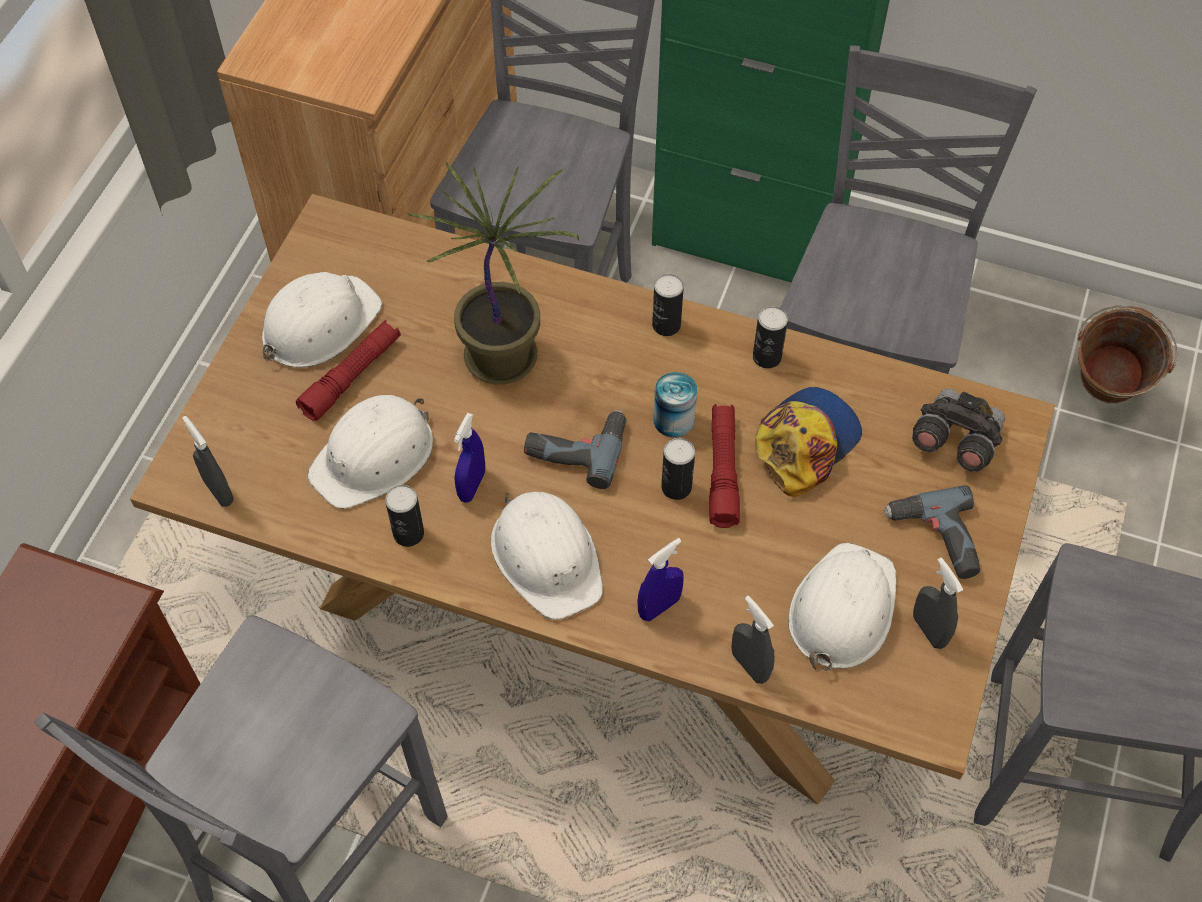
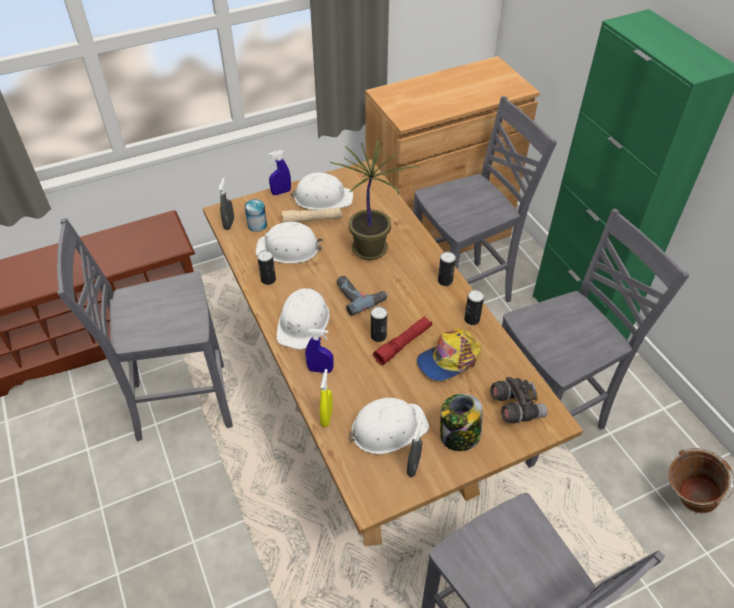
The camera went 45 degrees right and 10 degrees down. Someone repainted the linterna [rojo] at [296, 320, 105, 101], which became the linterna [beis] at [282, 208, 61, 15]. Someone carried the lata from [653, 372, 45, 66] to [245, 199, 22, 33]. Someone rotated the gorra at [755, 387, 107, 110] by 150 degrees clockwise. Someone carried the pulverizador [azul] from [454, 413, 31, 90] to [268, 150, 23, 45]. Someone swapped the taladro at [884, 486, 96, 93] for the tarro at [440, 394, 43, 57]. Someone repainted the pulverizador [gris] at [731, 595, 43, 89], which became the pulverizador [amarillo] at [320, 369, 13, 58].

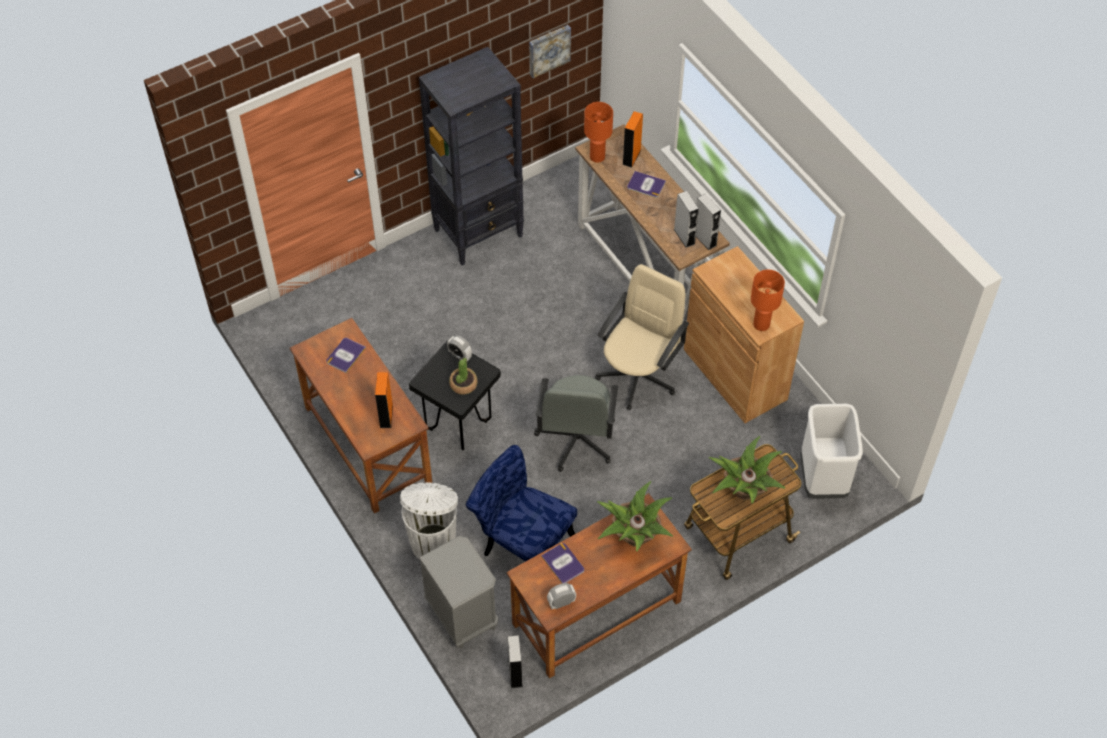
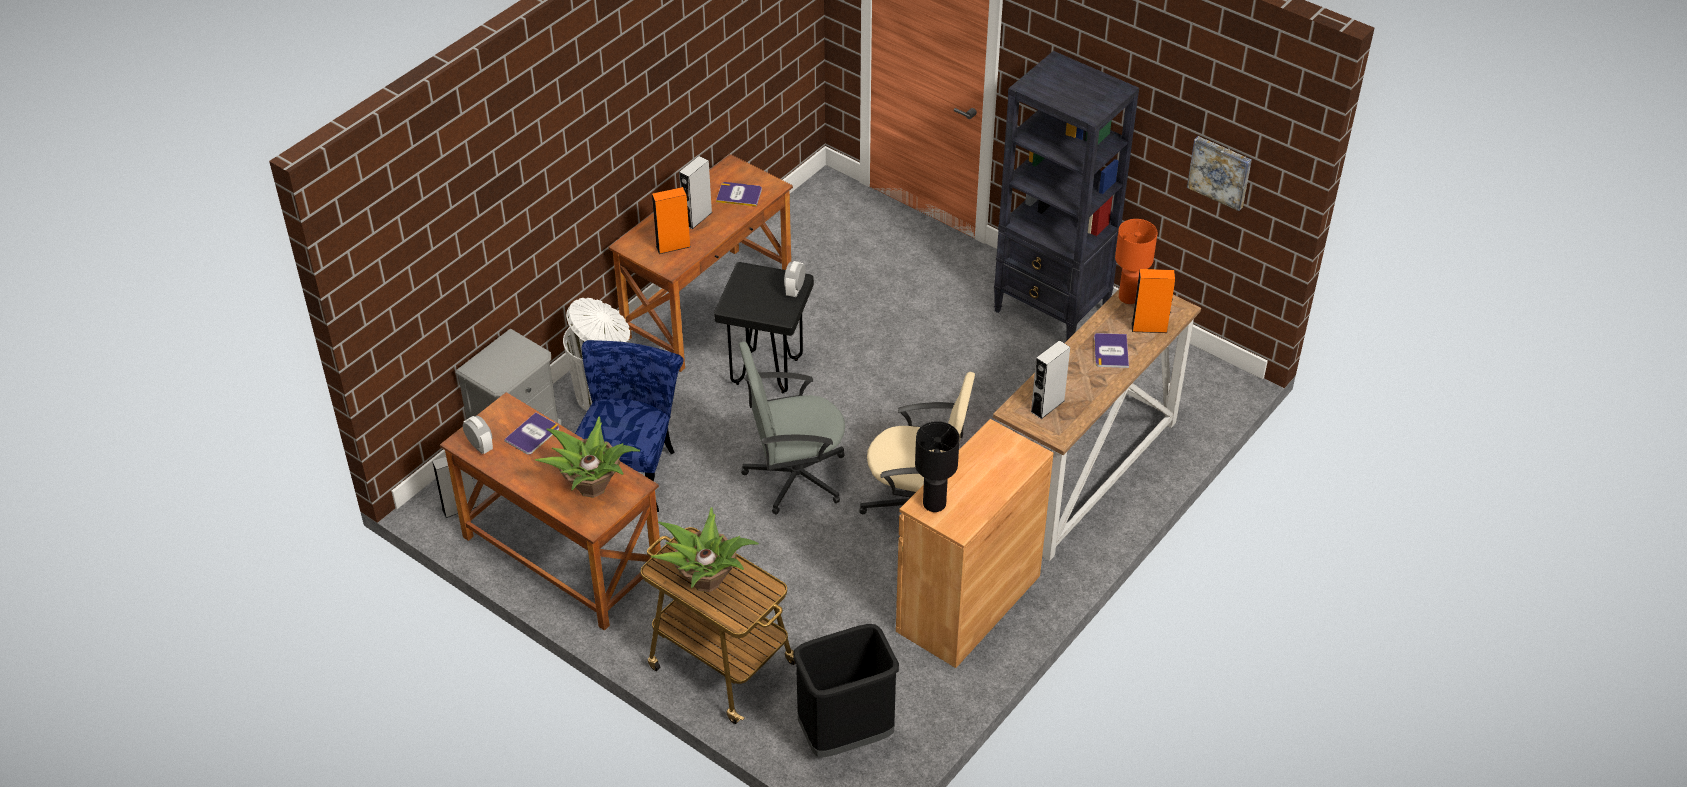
The camera went 70 degrees right and 10 degrees down. Someone carried the altavoz [gris] from [696, 194, 25, 56] to [679, 156, 33, 73]. Someone repainted the lámpara de mesa [naranja] at [751, 270, 34, 61], which became the lámpara de mesa [negro] at [915, 421, 45, 91]. Someone took away the planta en maceta at [449, 358, 29, 37]. Someone repainted the papelera [blanco] at [801, 404, 62, 95], which became the papelera [negro] at [793, 624, 106, 133].

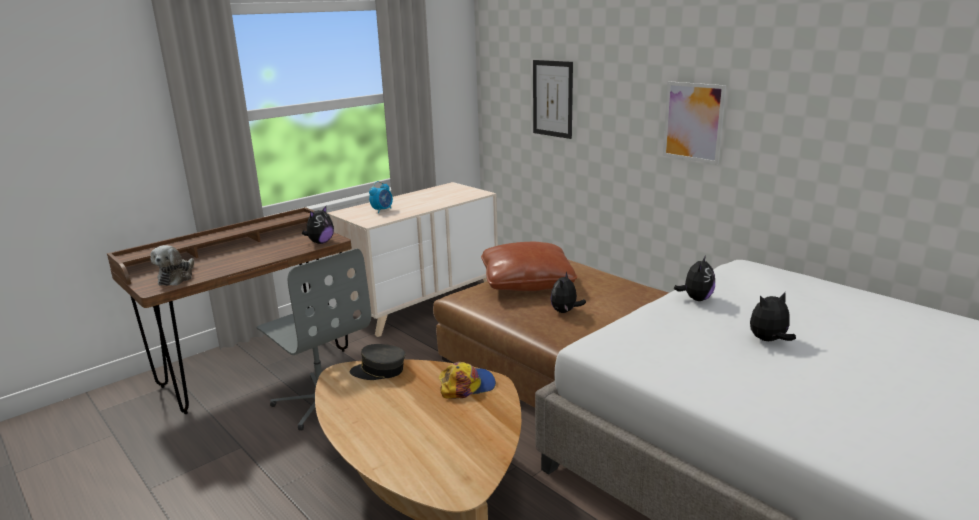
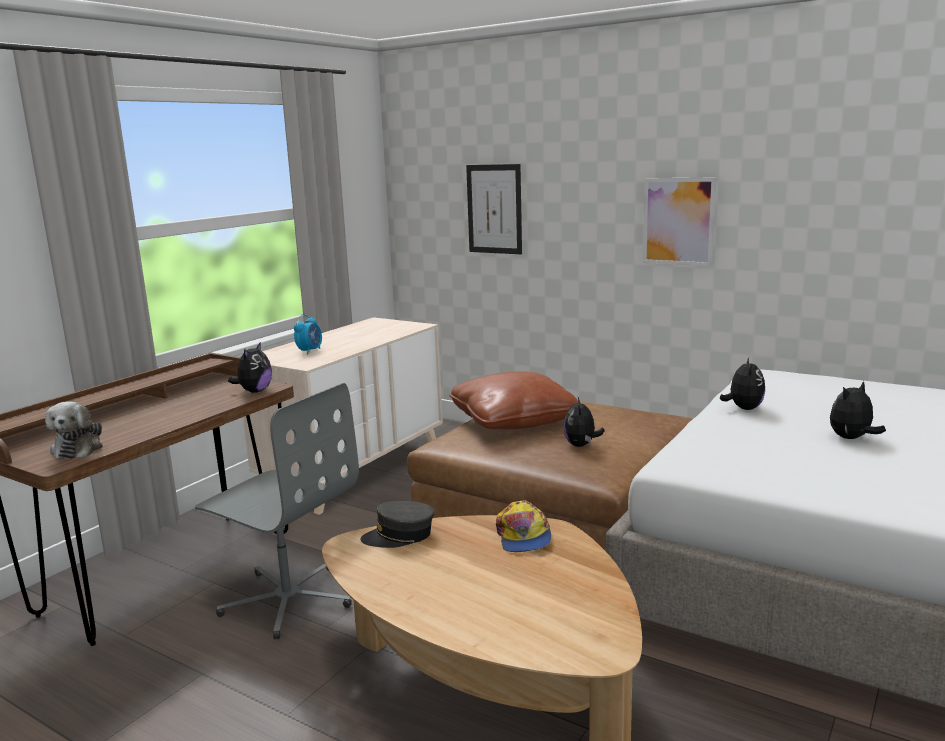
The camera went 15 degrees left and 5 degrees down. Someone rotated the gorra at [439, 362, 57, 37] by 120 degrees clockwise.

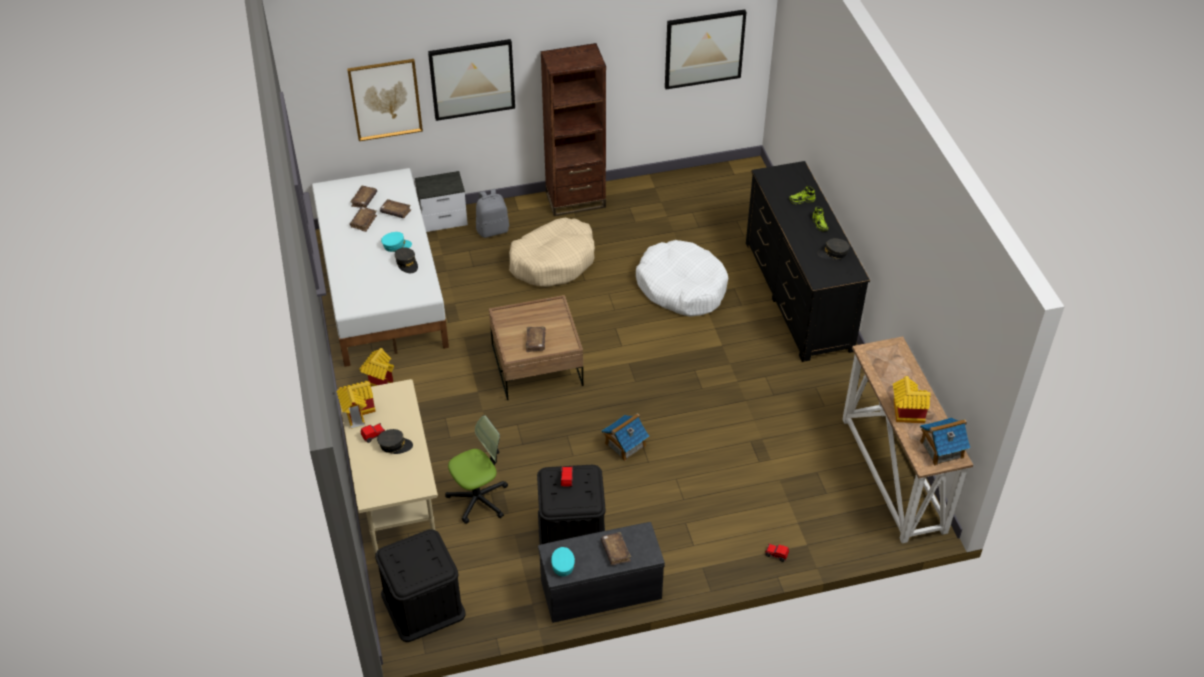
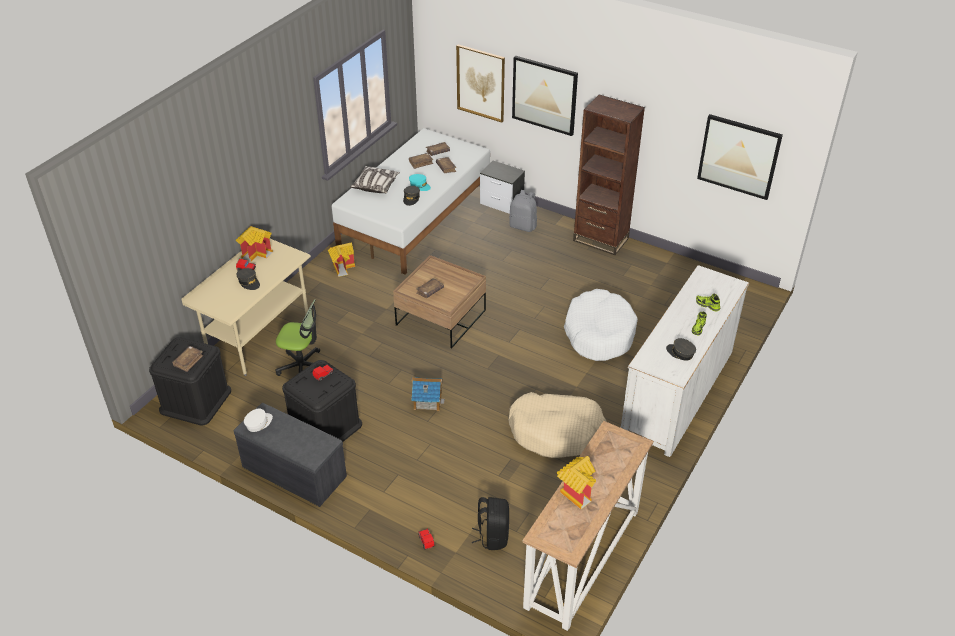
The camera went 45 degrees right and 5 degrees down. Someone repainted the cómoda [negro] at [746, 161, 124, 201], which became the cómoda [blanco] at [621, 265, 128, 192]. Someone carried the cama para perro [beis] from [509, 217, 86, 70] to [508, 392, 99, 66]. Someone took away the casita at [920, 417, 50, 49]. Someone carried the libro [marrón] from [601, 532, 30, 33] to [172, 346, 31, 26]. Someone repainted the gorra [turquesa] at [551, 547, 24, 29], which became the gorra [blanco] at [244, 409, 29, 23]. Someone put down the cojín at [350, 166, 50, 27]. Someone put down the mochila [negro] at [472, 497, 37, 53].

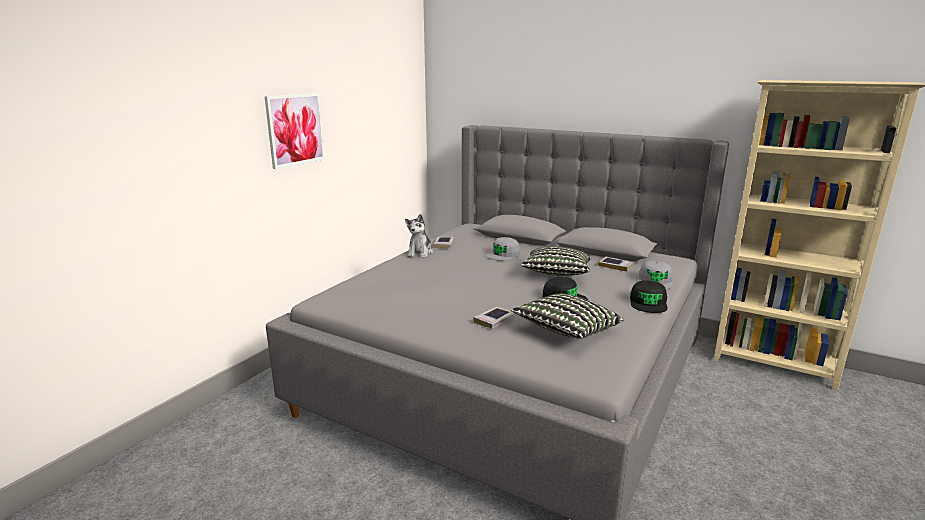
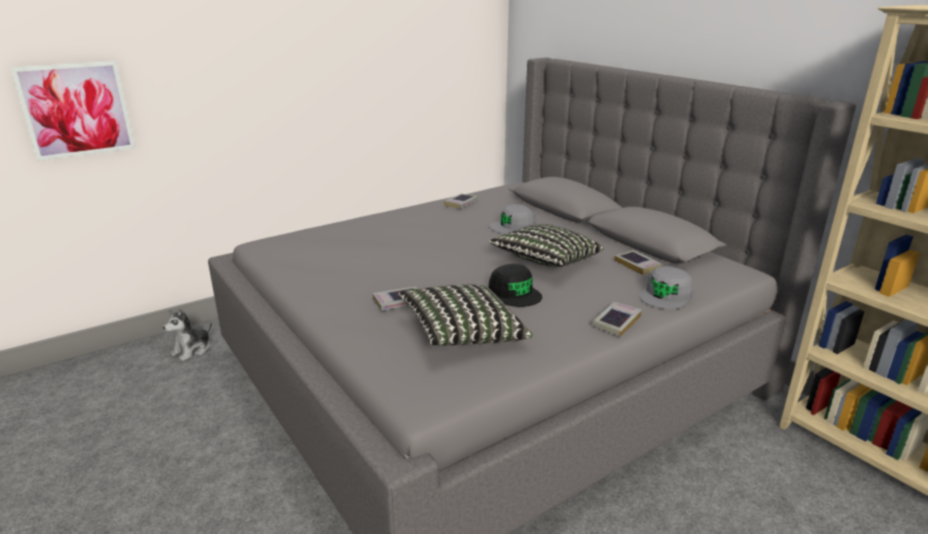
The camera went 25 degrees right and 5 degrees up. Someone carried the cuadro from [264, 93, 61, 76] to [11, 61, 124, 100]. Someone carried the peluche from [405, 214, 28, 44] to [163, 308, 49, 53]. Someone swapped the gorra [negro] at [630, 281, 37, 32] for the libro at [592, 302, 50, 35].

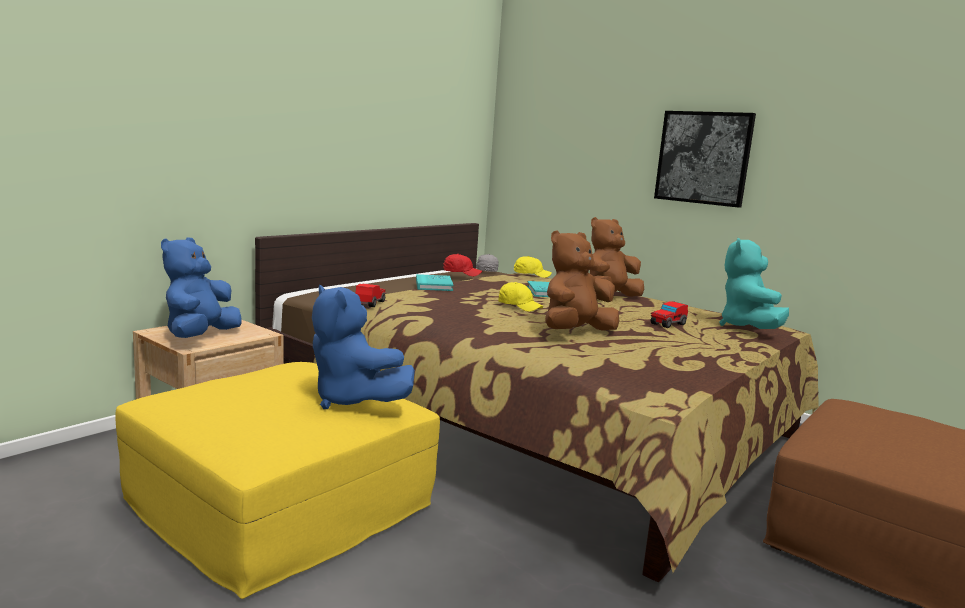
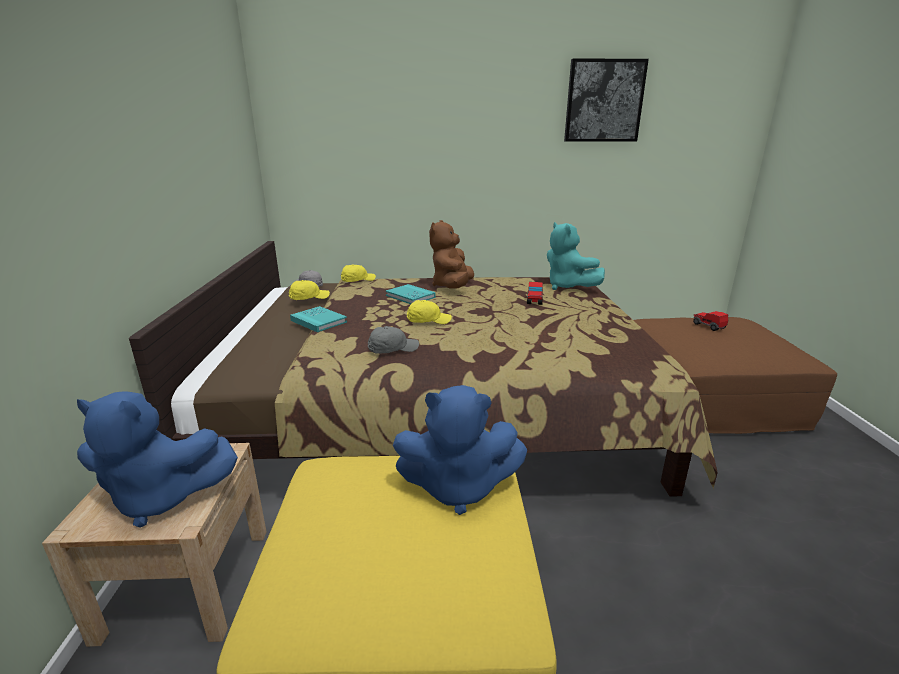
The camera went 40 degrees left and 10 degrees up. Someone carried the cuadro from [654, 111, 102, 97] to [564, 58, 85, 84]. Someone took away the peluche [marrón] at [545, 230, 74, 101]. Someone rotated the peluche [azul] at [161, 237, 81, 101] by 60 degrees counterclockwise. Someone repainted the gorra [rojo] at [443, 254, 39, 22], which became the gorra [amarillo] at [289, 280, 41, 20]. Someone carried the coche de juguete from [355, 284, 31, 23] to [693, 311, 35, 20]. Someone put down the gorra [gris] at [368, 326, 51, 28].

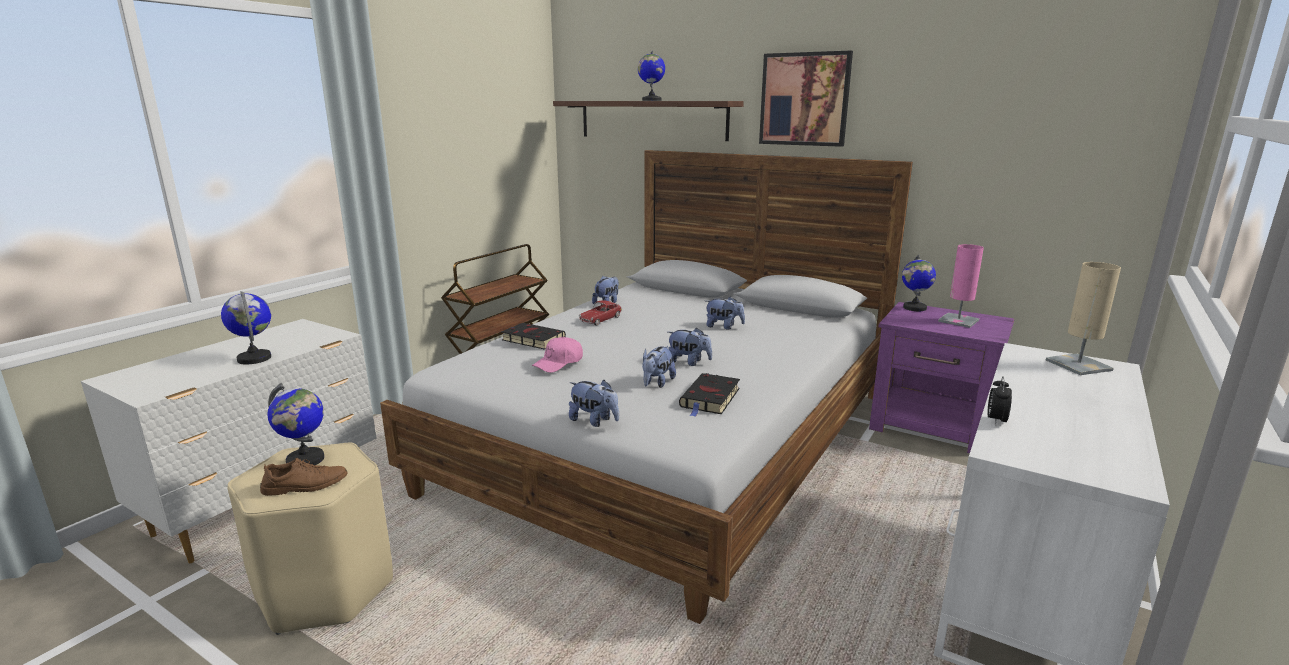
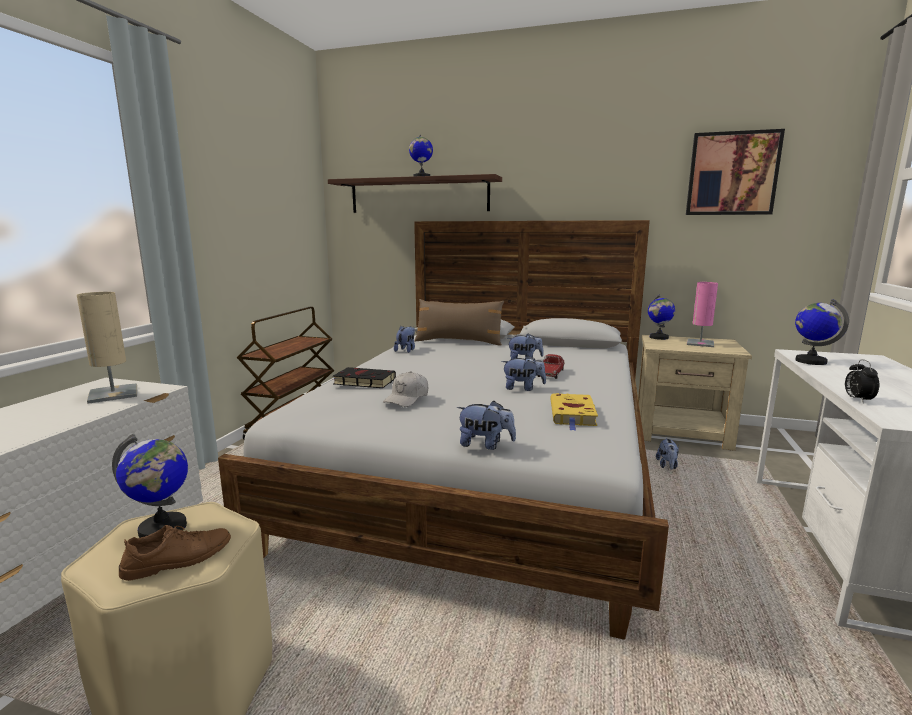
The camera went 15 degrees left and 5 degrees down. Someone carried the cuadro from [759, 51, 94, 96] to [686, 129, 99, 86]. Someone carried the lámpara de mesa [beis] from [1046, 262, 75, 113] to [77, 292, 60, 112]. Someone carried the globo terráqueo from [221, 291, 50, 74] to [795, 299, 54, 66]. Someone carried the coche de juguete from [579, 300, 43, 26] to [537, 354, 28, 25]. Someone repainted the mesita de noche [morado] at [869, 302, 145, 151], which became the mesita de noche [beis] at [638, 335, 114, 116]. Someone repainted the gorra [rosa] at [532, 337, 51, 36], which became the gorra [blanco] at [383, 371, 45, 36]. Someone carried the peluche from [642, 346, 34, 42] to [656, 438, 23, 32]. Someone repainted the libro [negro] at [679, 373, 61, 44], which became the libro [amarillo] at [550, 393, 48, 38]. Someone put down the cojín [marrón] at [414, 299, 90, 47].

